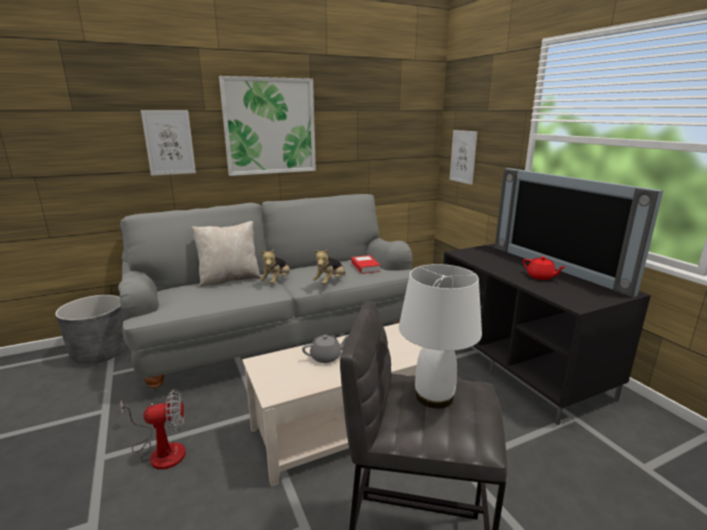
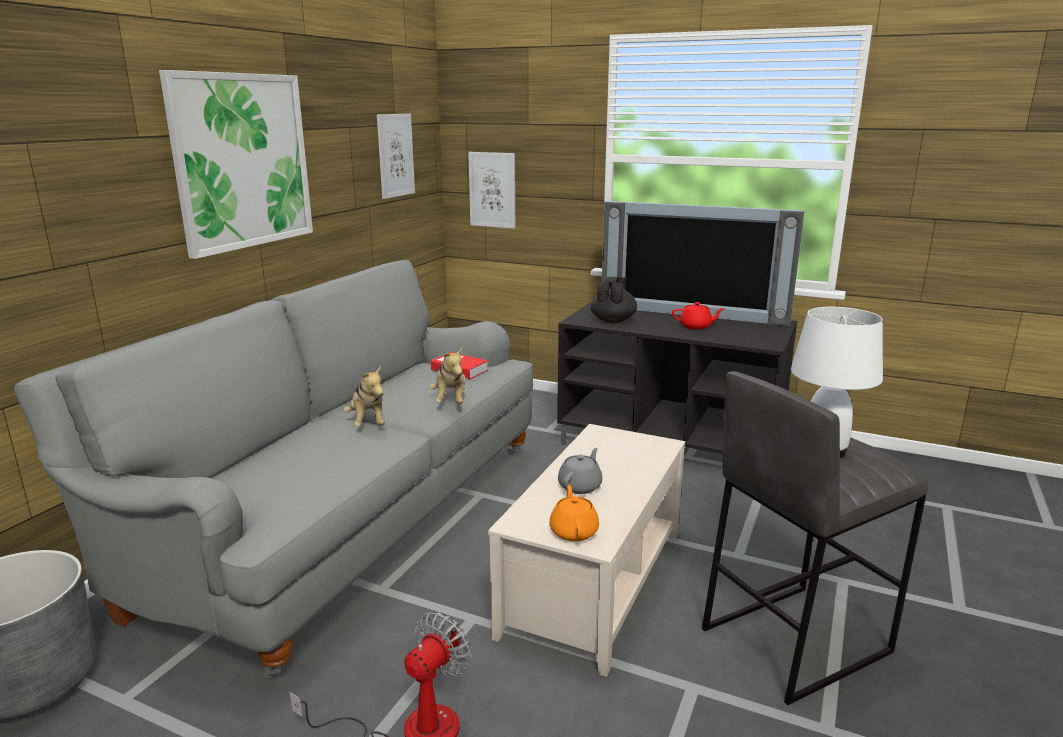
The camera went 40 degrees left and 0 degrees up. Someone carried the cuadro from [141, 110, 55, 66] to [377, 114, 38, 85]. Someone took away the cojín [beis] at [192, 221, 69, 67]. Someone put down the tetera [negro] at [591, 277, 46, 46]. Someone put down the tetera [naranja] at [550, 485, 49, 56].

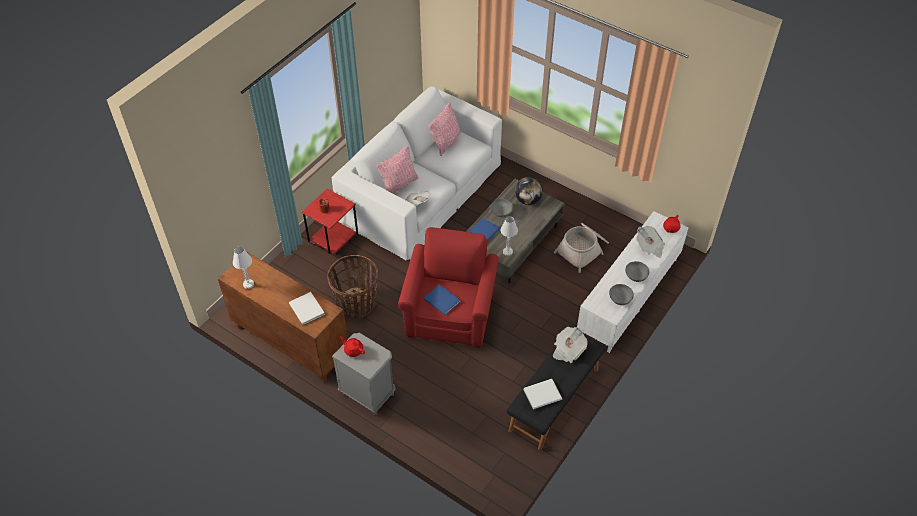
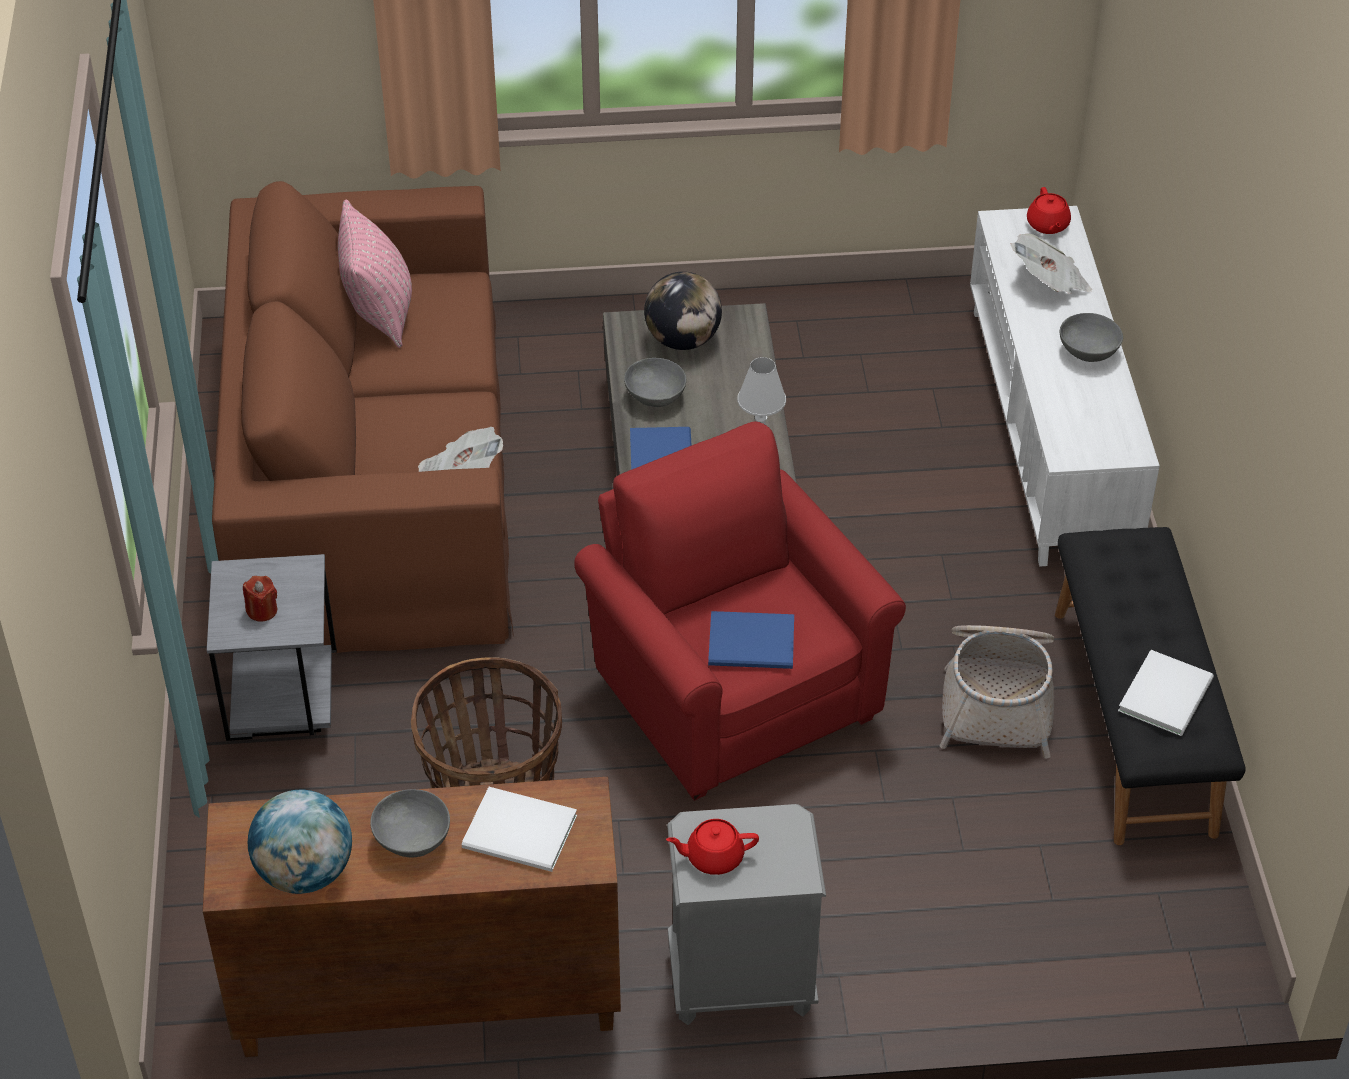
The camera went 40 degrees left and 5 degrees down. Someone repainted the sofá [blanco] at [332, 86, 170, 174], which became the sofá [marrón] at [212, 181, 302, 472]. Someone took away the cojín [rosa] at [377, 146, 42, 48]. Someone repainted the mesa auxiliar [rojo] at [302, 189, 56, 66], which became the mesa auxiliar [gris] at [207, 554, 130, 187]. Someone carried the cesta from [554, 223, 55, 50] to [940, 625, 114, 134]. Someone swapped the lámpara de mesa [blanco] at [233, 247, 21, 42] for the globo terráqueo at [248, 790, 104, 104]. Someone carried the cuenco [gris] from [609, 284, 25, 21] to [370, 789, 80, 68]. Someone took away the periódico at [553, 327, 35, 36].

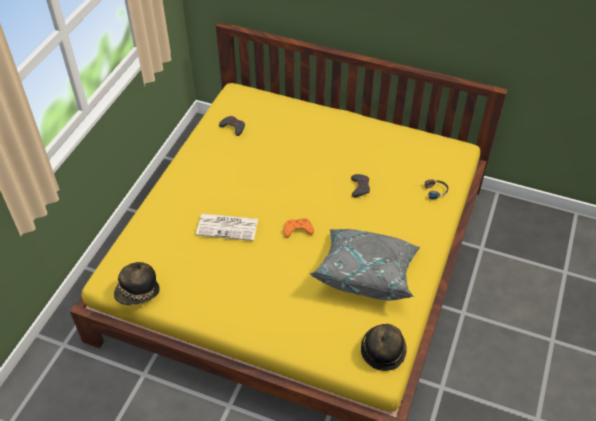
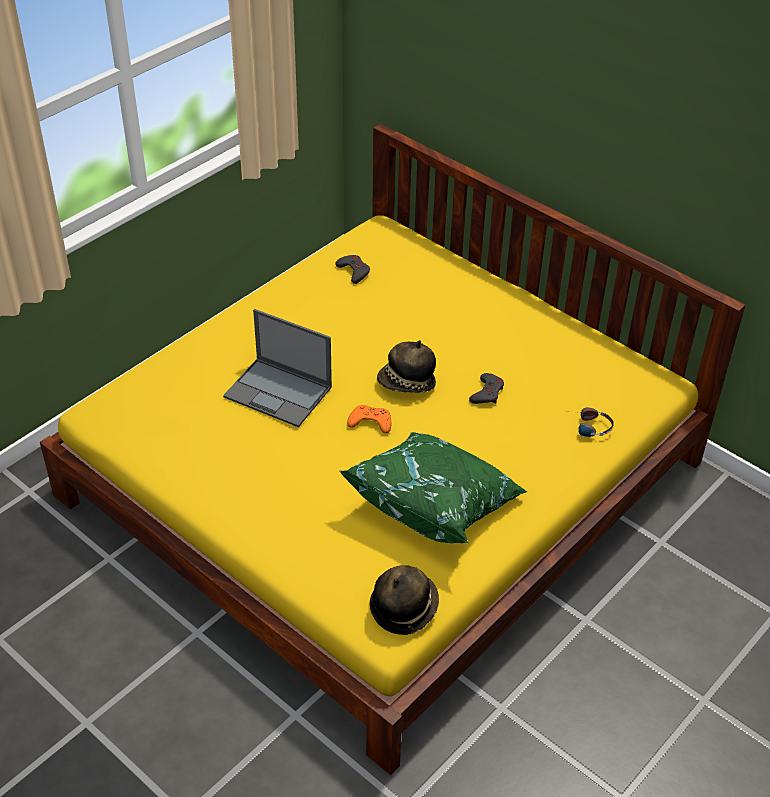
The camera went 20 degrees right and 5 degrees down. Someone swapped the periódico at [196, 214, 62, 27] for the portátil at [223, 309, 109, 118]. Someone repainted the cojín [gris] at [309, 229, 112, 72], which became the cojín [verde] at [339, 432, 189, 111]. Someone carried the sombrero from [114, 262, 46, 43] to [377, 340, 59, 53].

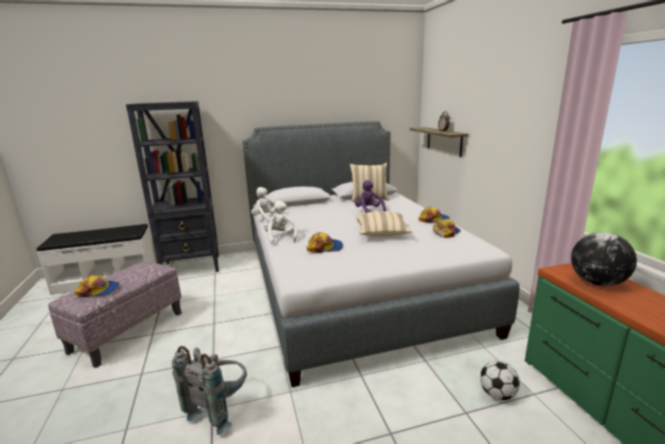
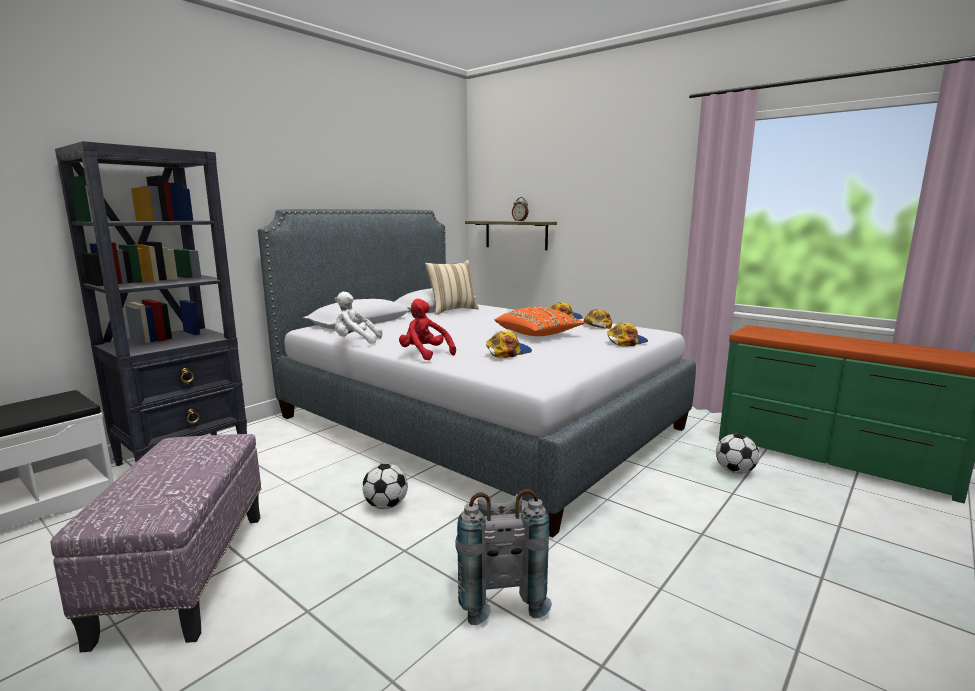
The camera went 35 degrees left and 5 degrees down. Someone took away the peluche [morado] at [355, 180, 31, 33]. Someone repainted the peluche [blanco] at [263, 201, 35, 43], which became the peluche [rojo] at [399, 299, 57, 61]. Someone repainted the cojín [beis] at [356, 211, 57, 26], which became the cojín [naranja] at [495, 307, 90, 29]. Someone took away the globo terráqueo at [571, 232, 66, 54]. Someone carried the gorra from [75, 275, 44, 22] to [607, 323, 41, 23]. Someone put down the balón de fútbol at [362, 463, 46, 46].

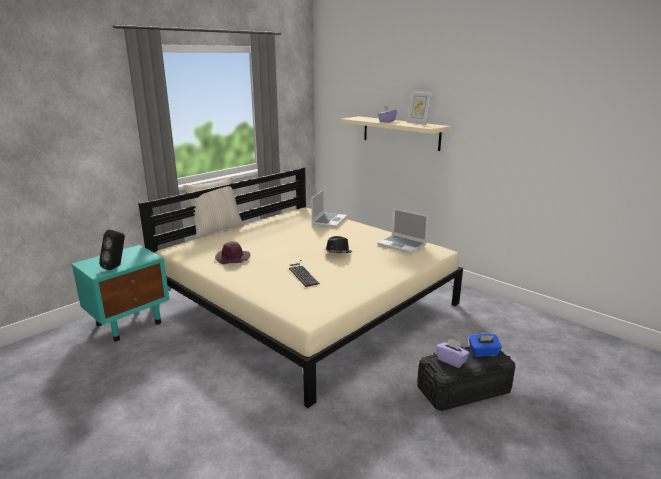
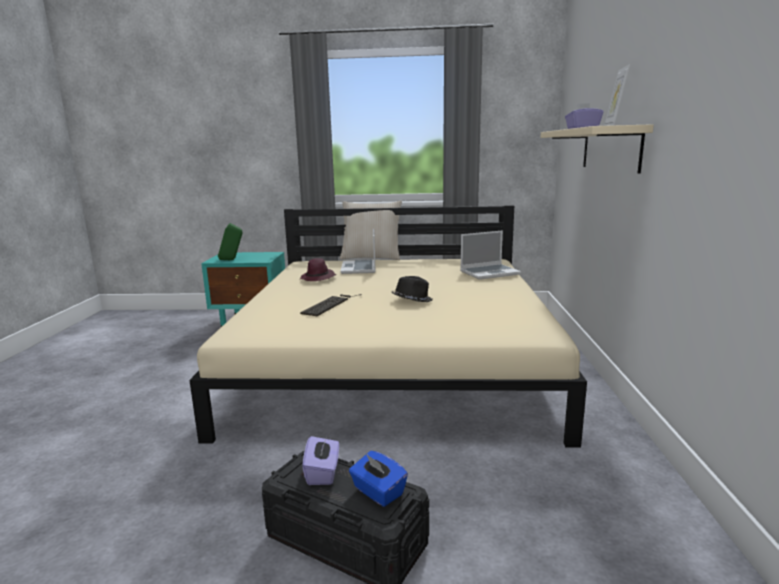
The camera went 50 degrees right and 5 degrees down. Someone carried the portátil from [377, 208, 51, 46] to [341, 229, 35, 45]. Someone repainted the altavoz [negro] at [99, 230, 26, 40], which became the altavoz [verde] at [218, 223, 25, 37].

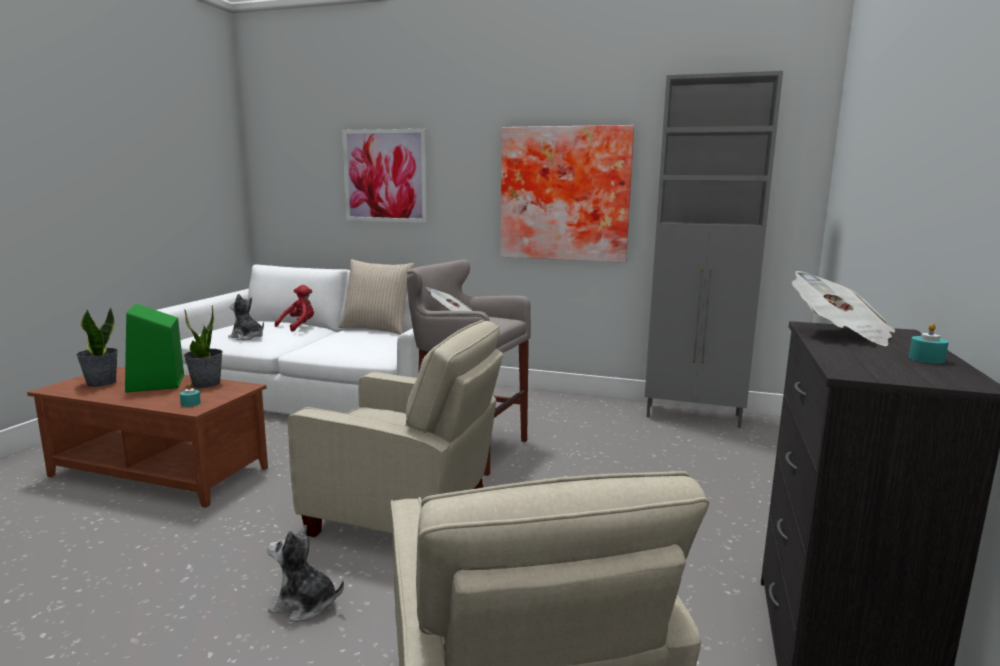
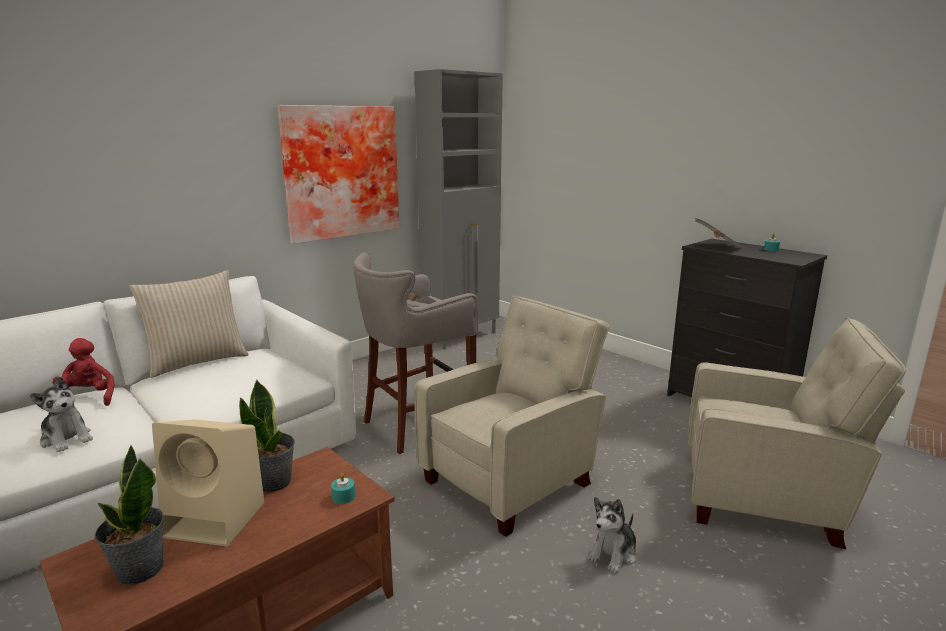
The camera went 60 degrees left and 5 degrees up. Someone took away the cuadro at [342, 129, 85, 94]. Someone rotated the peluche at [228, 294, 36, 46] by 105 degrees counterclockwise. Someone repainted the altavoz [verde] at [125, 304, 59, 89], which became the altavoz [beis] at [152, 419, 113, 127].

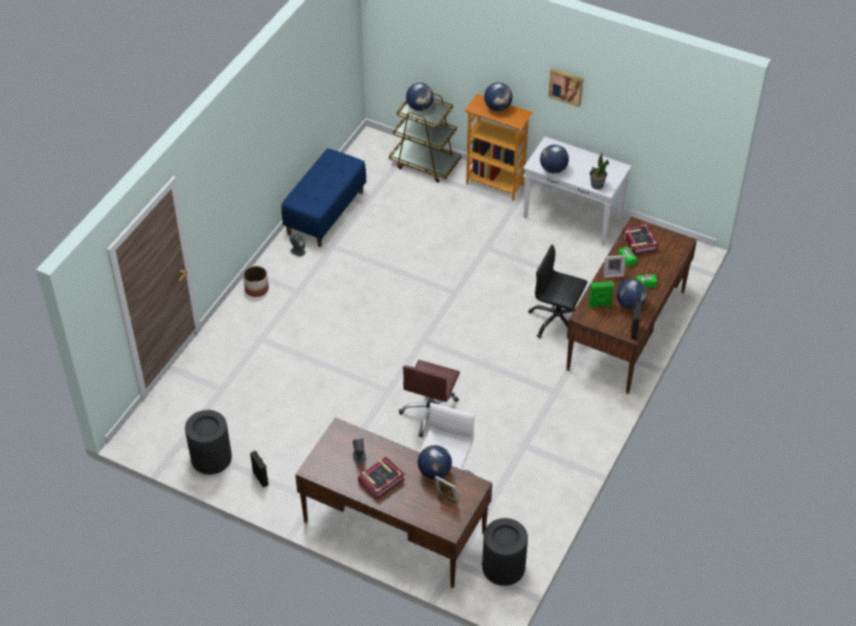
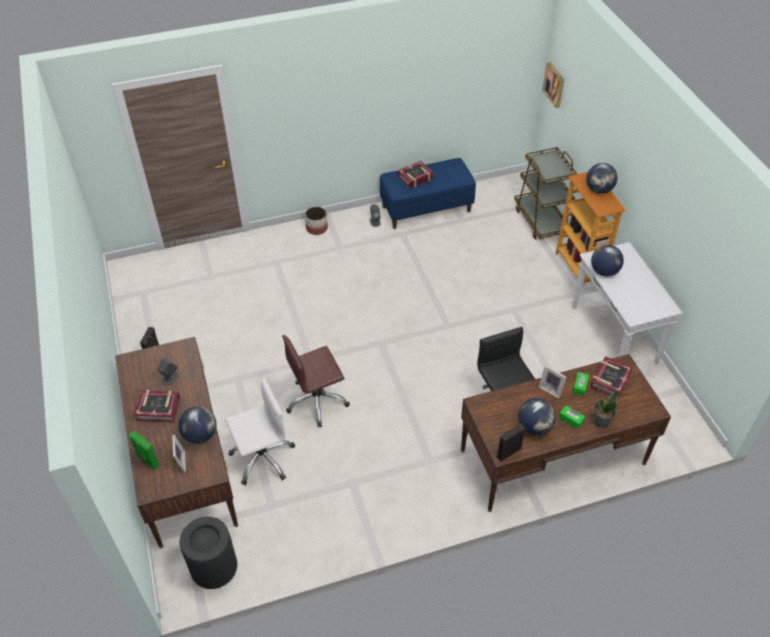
The camera went 45 degrees right and 0 degrees up. Someone carried the cuadro from [548, 69, 35, 38] to [542, 62, 22, 46]. Someone took away the globo terráqueo at [406, 83, 28, 28]. Someone carried the planta en maceta from [590, 153, 19, 37] to [594, 390, 25, 38]. Someone carried the altavoz [verde] from [589, 281, 25, 27] to [129, 431, 31, 39]. Someone took away the papelera [negro] at [185, 410, 47, 65]. Someone put down the libro at [397, 161, 36, 27].

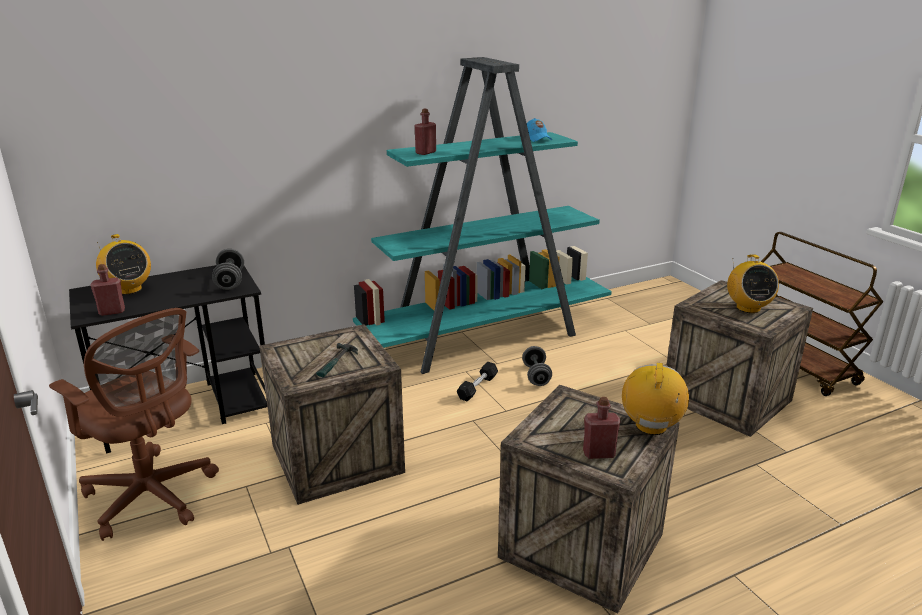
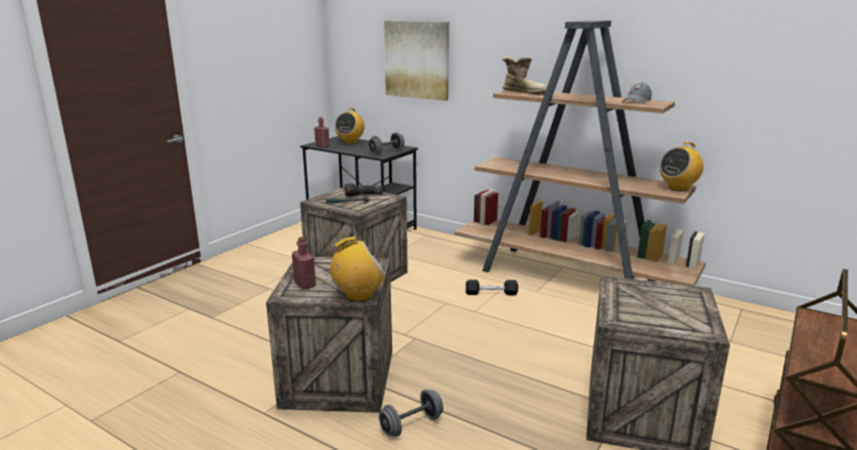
The camera went 60 degrees right and 5 degrees down. Someone repainted the estantería [turquesa] at [353, 57, 259, 317], which became the estantería [marrón] at [454, 20, 252, 266]. Someone swapped the botella [rojo] at [415, 109, 21, 46] for the bota at [502, 56, 45, 39]. Someone repainted the gorra [azul] at [527, 118, 25, 24], which became the gorra [gris] at [623, 82, 29, 22]. Someone carried the radio from [727, 255, 52, 58] to [660, 142, 44, 49]. Someone took away the silla de oficina [marrón] at [49, 308, 170, 233]. Someone carried the mancuerna [gris] from [522, 346, 30, 40] to [379, 389, 64, 48]. Someone put up the cuadro at [384, 21, 65, 80]. Someone put down the linterna at [344, 183, 39, 14].

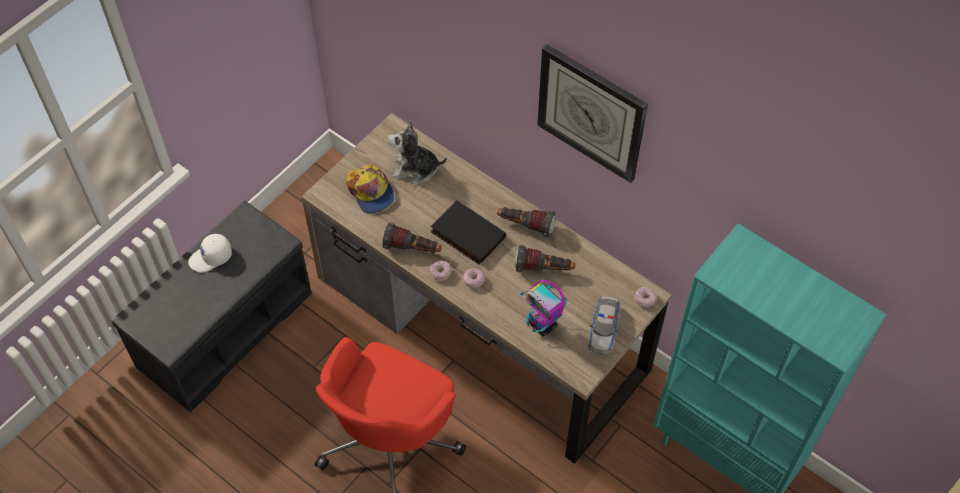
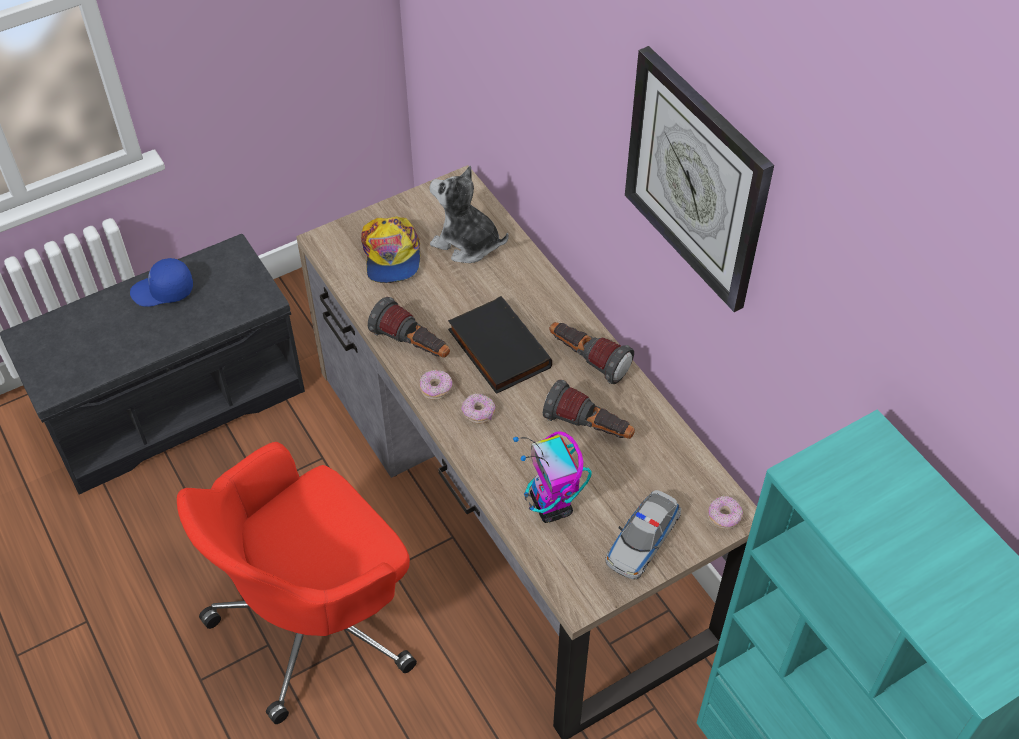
The camera went 20 degrees right and 5 degrees down. Someone repainted the gorra [blanco] at [188, 234, 44, 39], which became the gorra [azul] at [130, 258, 63, 49].

